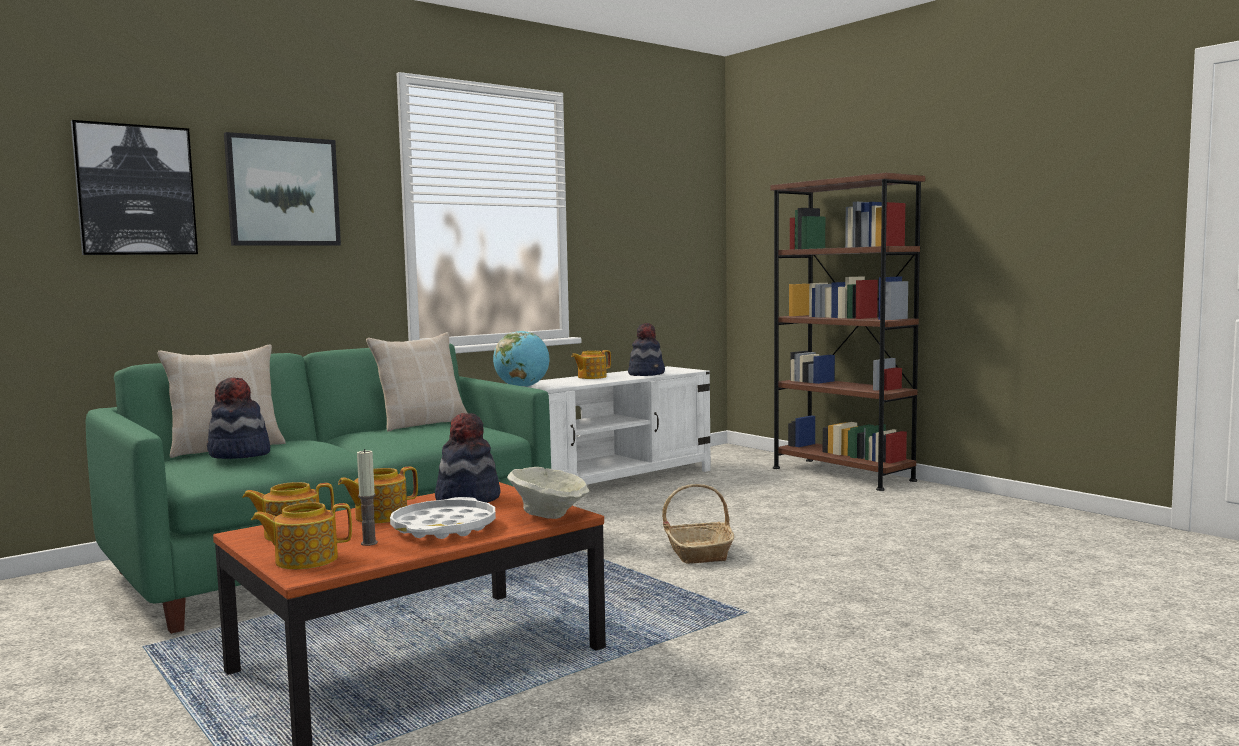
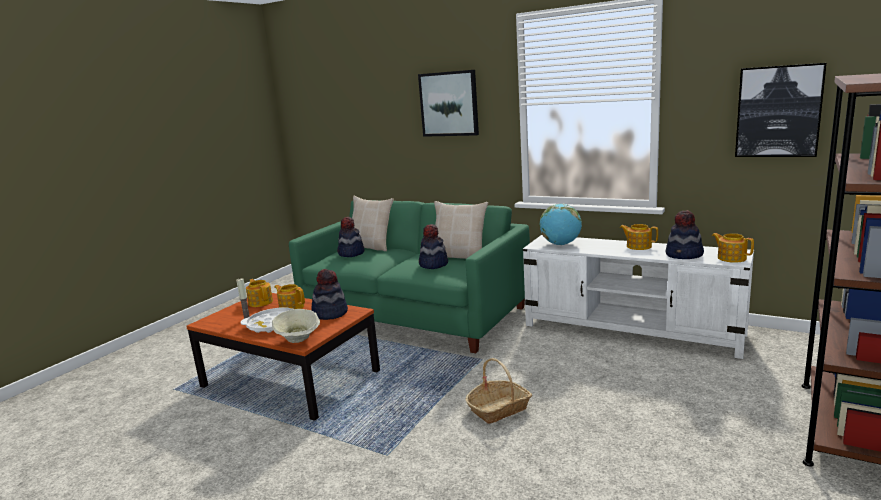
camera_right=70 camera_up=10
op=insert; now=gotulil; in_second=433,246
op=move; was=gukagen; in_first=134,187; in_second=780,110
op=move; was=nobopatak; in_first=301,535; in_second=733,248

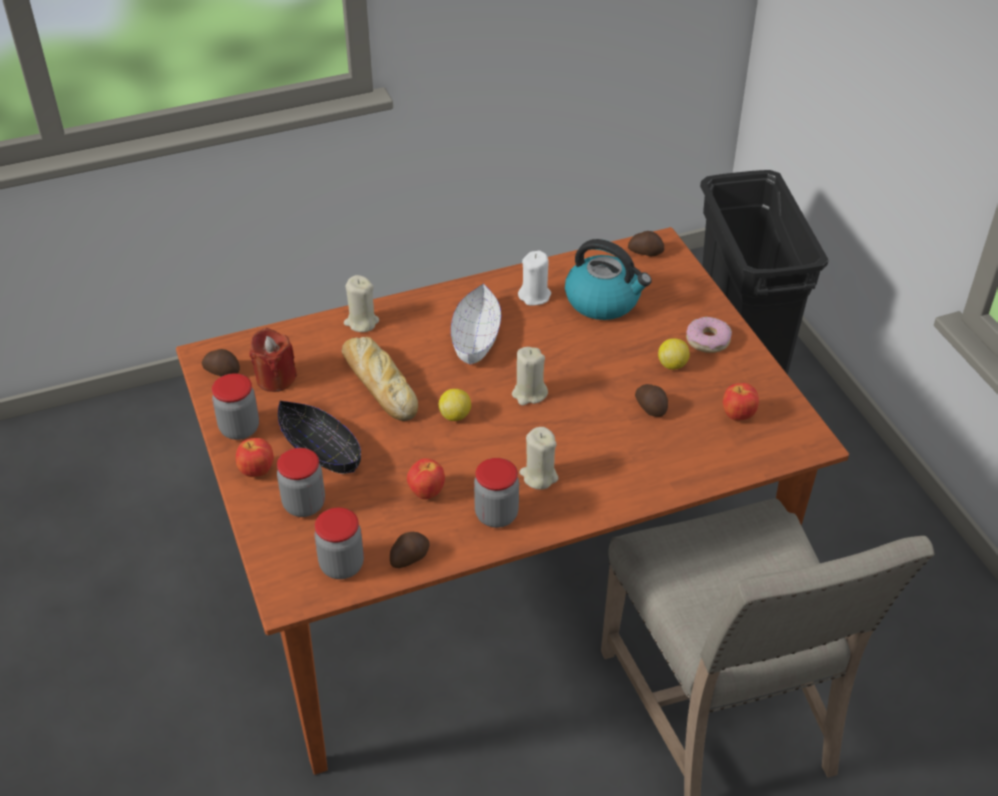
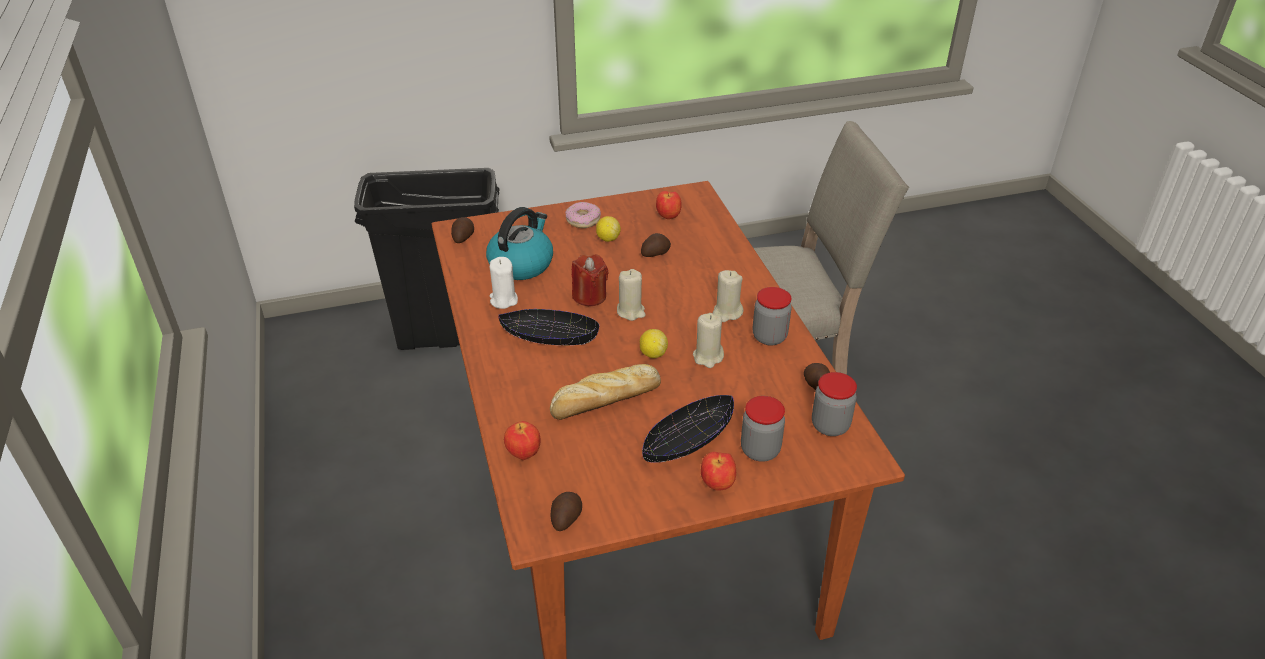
camera_right=-85 camera_up=-5
op=delete; was=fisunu; in_first=235,406
op=move; was=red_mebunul; in_first=273,360; in_second=590,280
op=move; was=beige_mebunul; in_first=361,303; in_second=708,340
op=move; was=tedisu; in_first=426,478; in_second=522,440
op=recolor; was=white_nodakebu; now=black_nodakebu; in_first=476,324; in_second=548,327

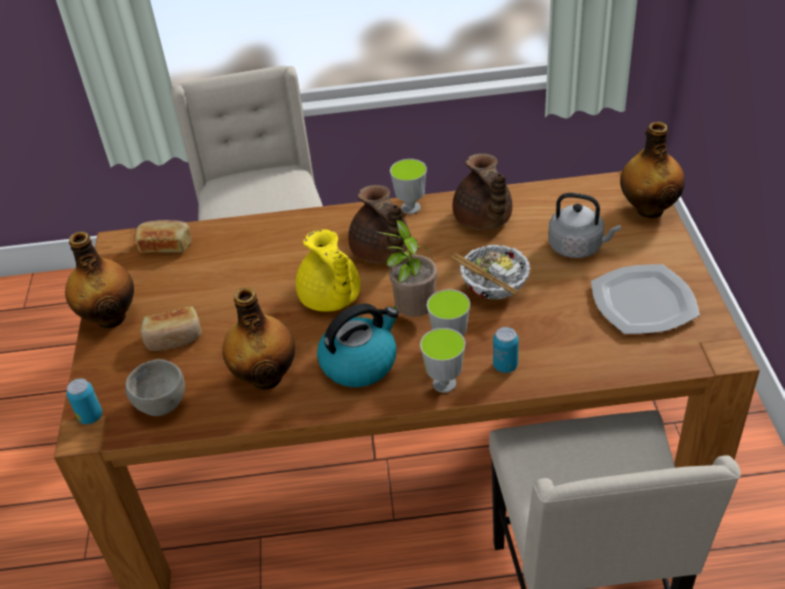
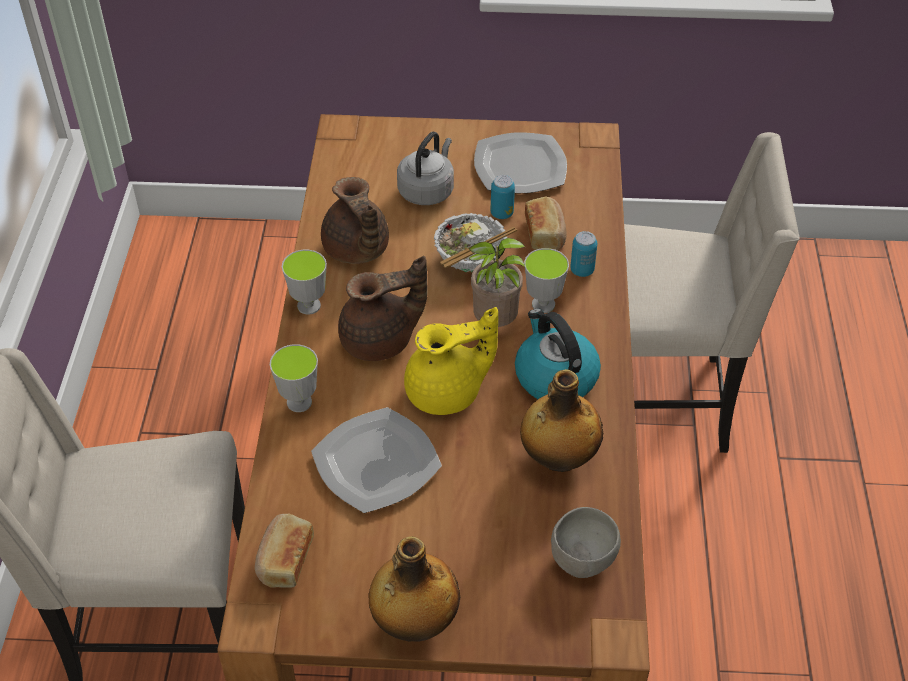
camera_right=-85 camera_up=5
op=delete; was=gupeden; in_first=652,170
op=insert; now=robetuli; in_second=376,460
op=move; was=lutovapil; in_first=84,401; in_second=503,197
op=move; was=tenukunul; in_first=171,328; in_second=545,223
op=move; was=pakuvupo; in_first=442,360; in_second=294,378
op=rotate; was=brown_nobopatak; in_first=483,191; in_second=355,220; clockwise=75

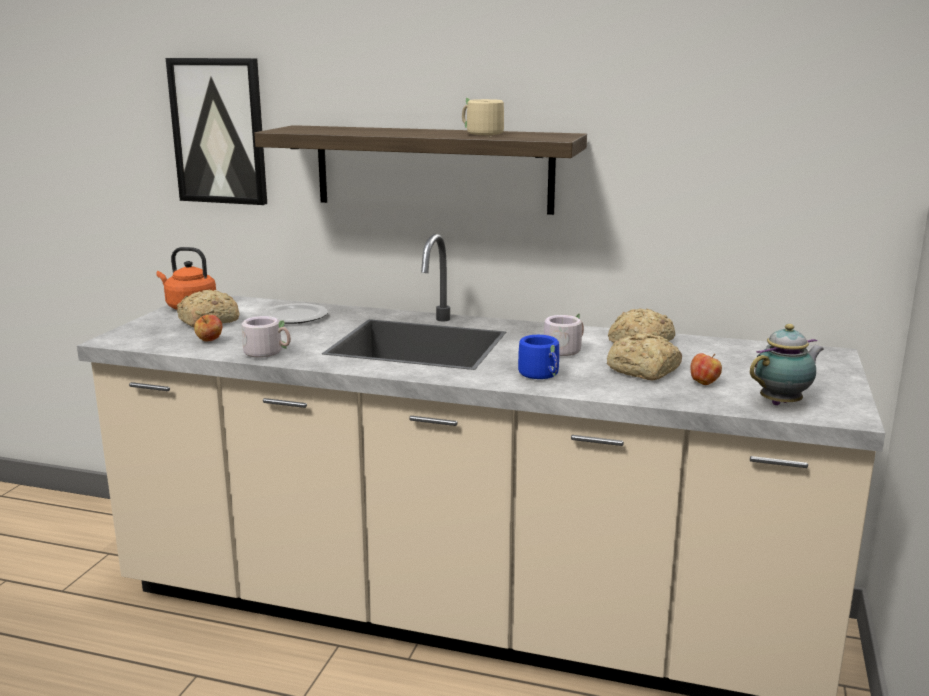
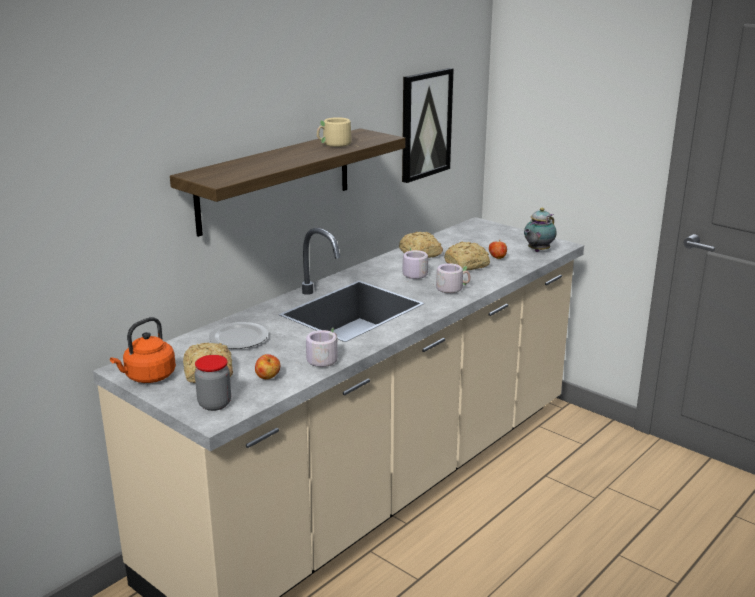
camera_right=-65 camera_up=5
op=insert; now=fisunu; in_second=213,383
op=move; was=gukagen; in_first=216,131; in_second=428,125
op=recolor; was=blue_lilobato; now=grey_lilobato; in_first=538,357; in_second=453,278
op=rotate; was=nobopatak; in_first=787,364; in_second=540,230; clockwise=-135

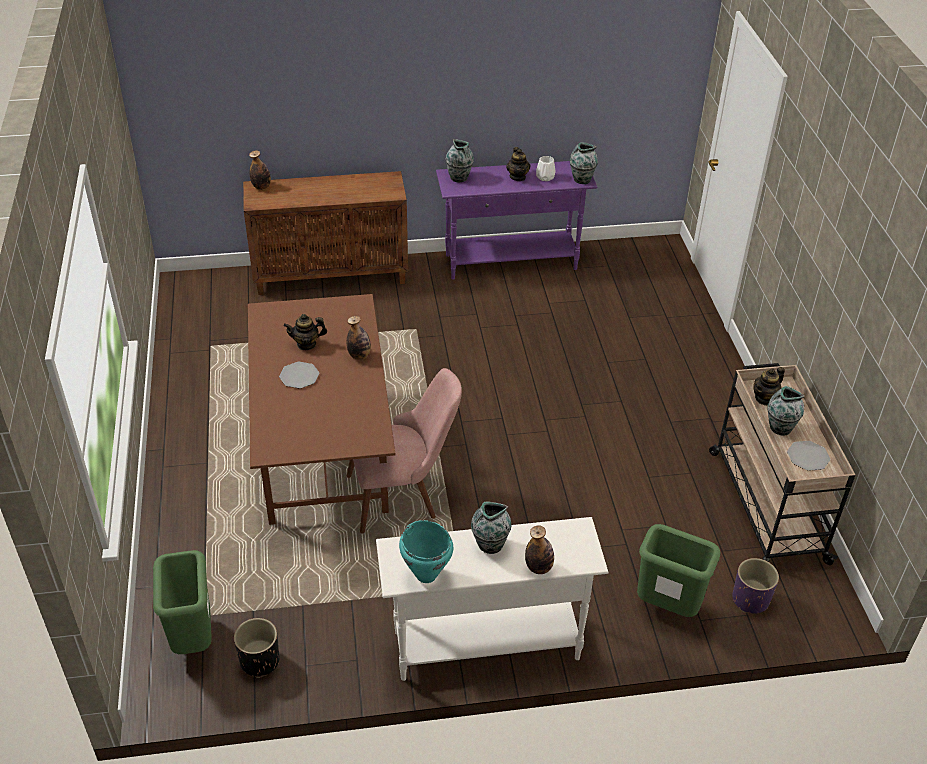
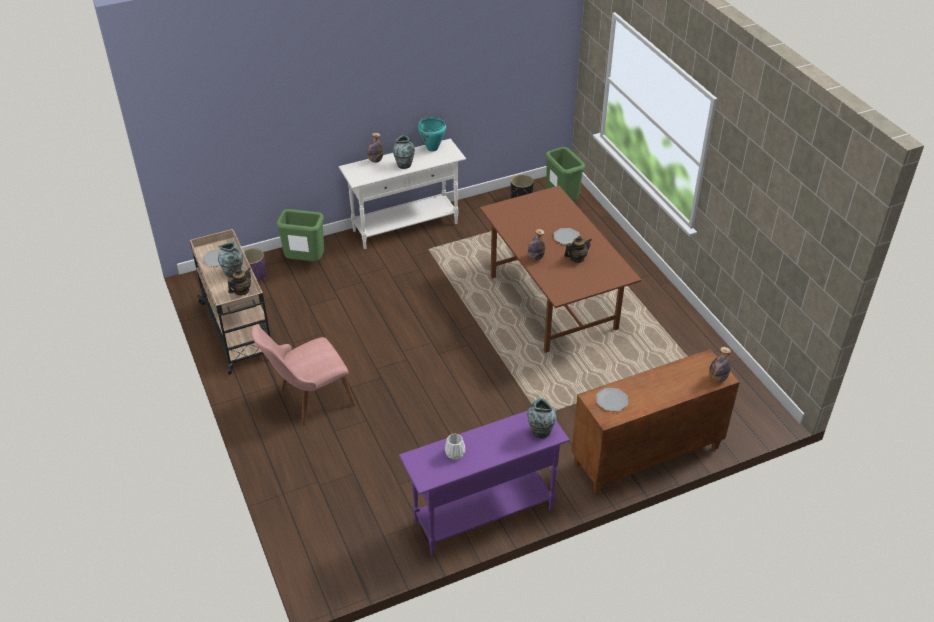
camera_right=165 camera_up=0
op=delete; was=nobopatak; in_first=518,164
op=delete; was=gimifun; in_first=584,163
op=insert; now=robetuli; in_second=612,399
op=move; was=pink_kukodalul; in_first=404,450; in_second=303,375

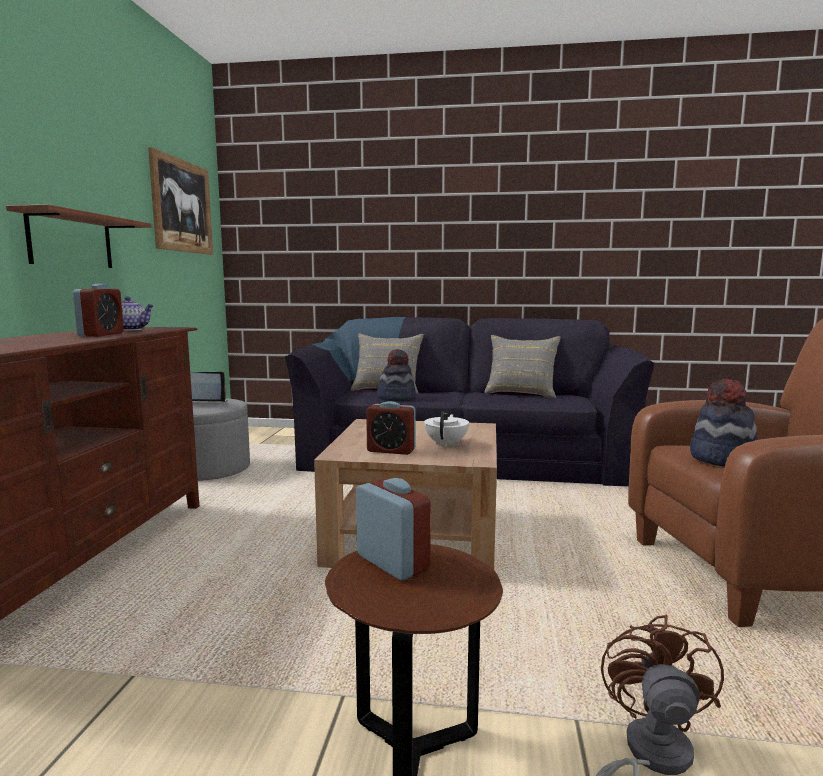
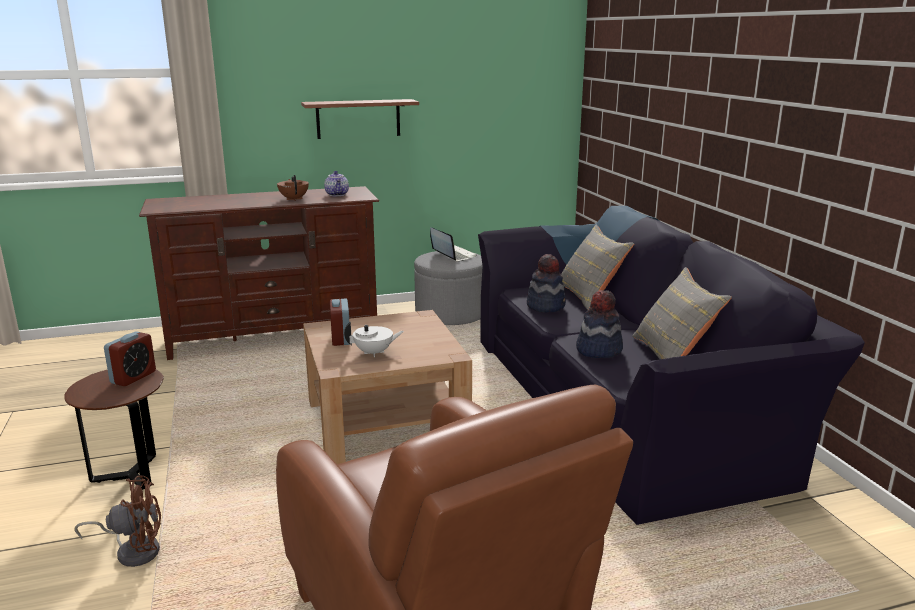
camera_right=65 camera_up=10
op=delete; was=gukagen; in_first=180,201
op=move; was=gotulil; in_first=724,423; in_second=599,324
op=replace; was=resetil; now=brown_nobopatak; in_first=98,310; in_second=293,188

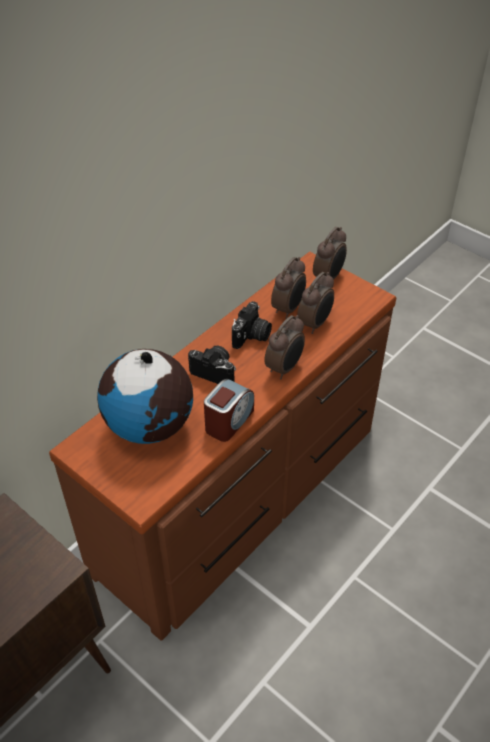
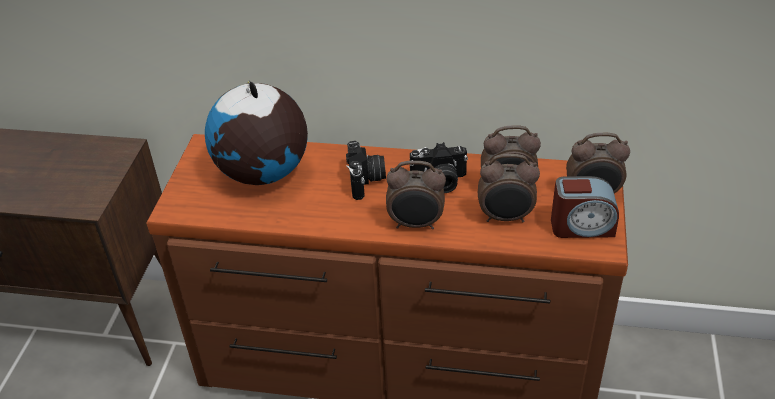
camera_right=60 camera_up=-5
op=move; was=resetil; in_first=229,410; in_second=585,207

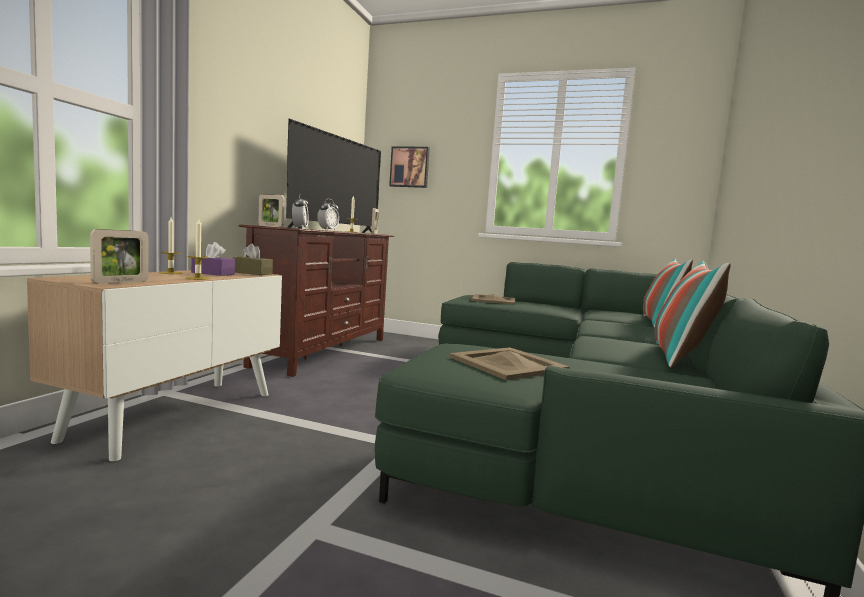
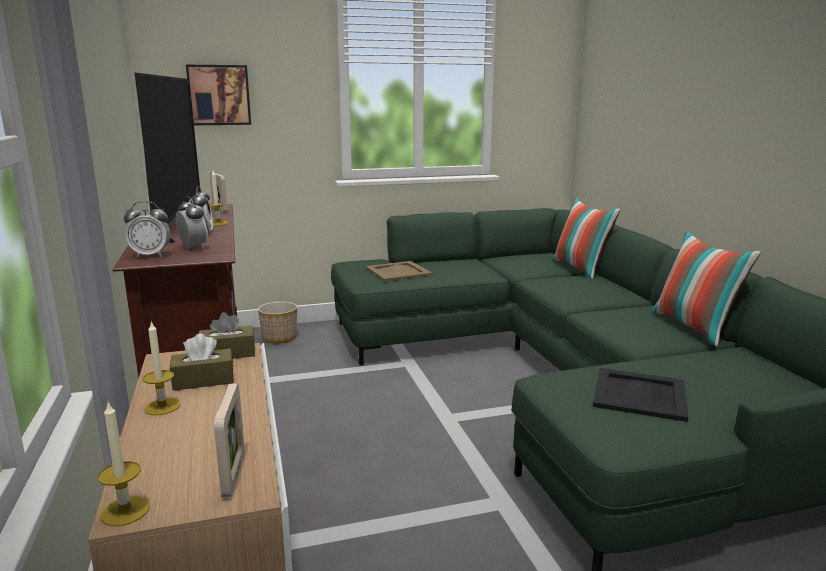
camera_right=-35 camera_up=10
op=insert; now=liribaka; in_second=277,322
op=move; was=mebunul; in_first=198,249; in_second=124,464
op=replace; was=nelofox; now=resetil; in_first=271,210; in_second=147,229
op=recolor; was=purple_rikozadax; now=brown_rikozadax; in_first=213,259; in_second=202,362
op=recolor; was=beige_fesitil; now=black_fesitil; in_first=510,363; in_second=641,395

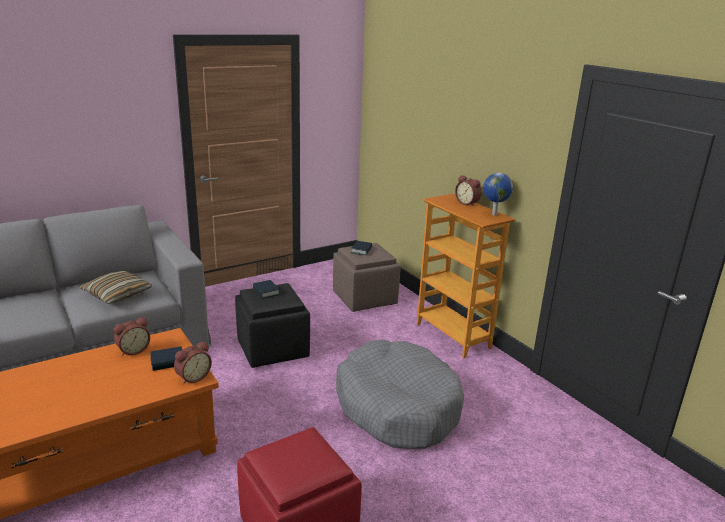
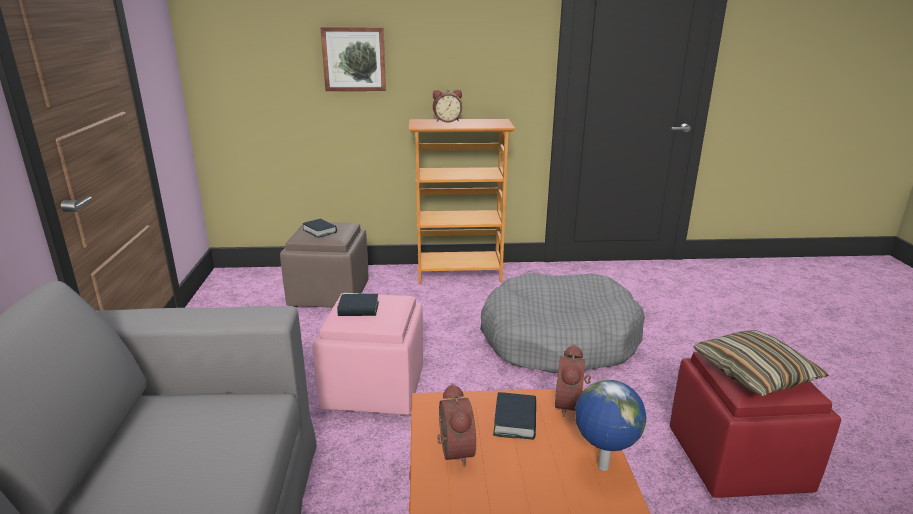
camera_right=-60 camera_up=0
op=insert; now=gukagen; in_second=353,59
op=move; was=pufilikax; in_first=115,287; in_second=761,363
op=move; was=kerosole; in_first=498,194; in_second=610,425
op=recolor; was=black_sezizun; now=pink_sezizun; in_first=272,325; in_second=368,354
op=rotate; was=resetil; in_first=193,363; in_second=573,380; clockwise=-150

